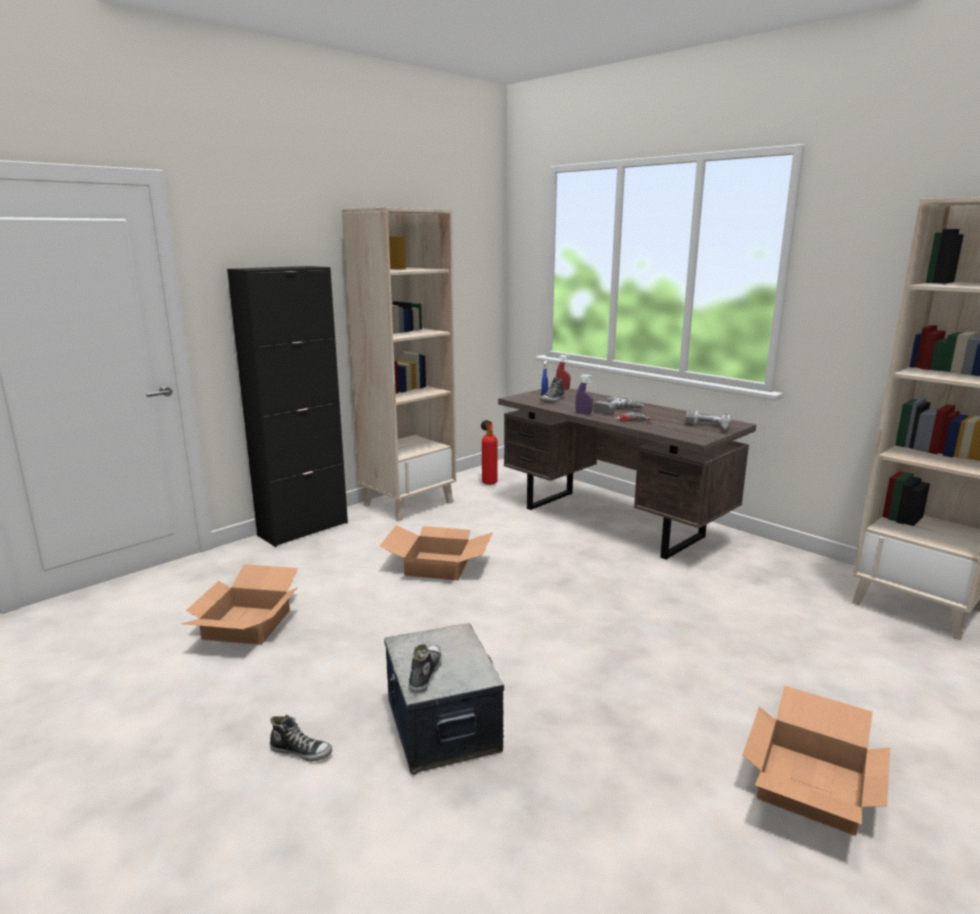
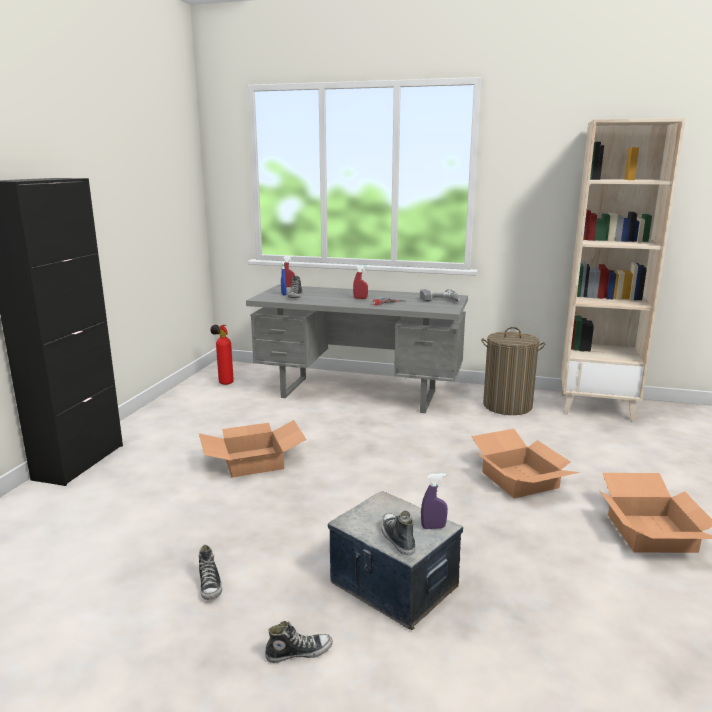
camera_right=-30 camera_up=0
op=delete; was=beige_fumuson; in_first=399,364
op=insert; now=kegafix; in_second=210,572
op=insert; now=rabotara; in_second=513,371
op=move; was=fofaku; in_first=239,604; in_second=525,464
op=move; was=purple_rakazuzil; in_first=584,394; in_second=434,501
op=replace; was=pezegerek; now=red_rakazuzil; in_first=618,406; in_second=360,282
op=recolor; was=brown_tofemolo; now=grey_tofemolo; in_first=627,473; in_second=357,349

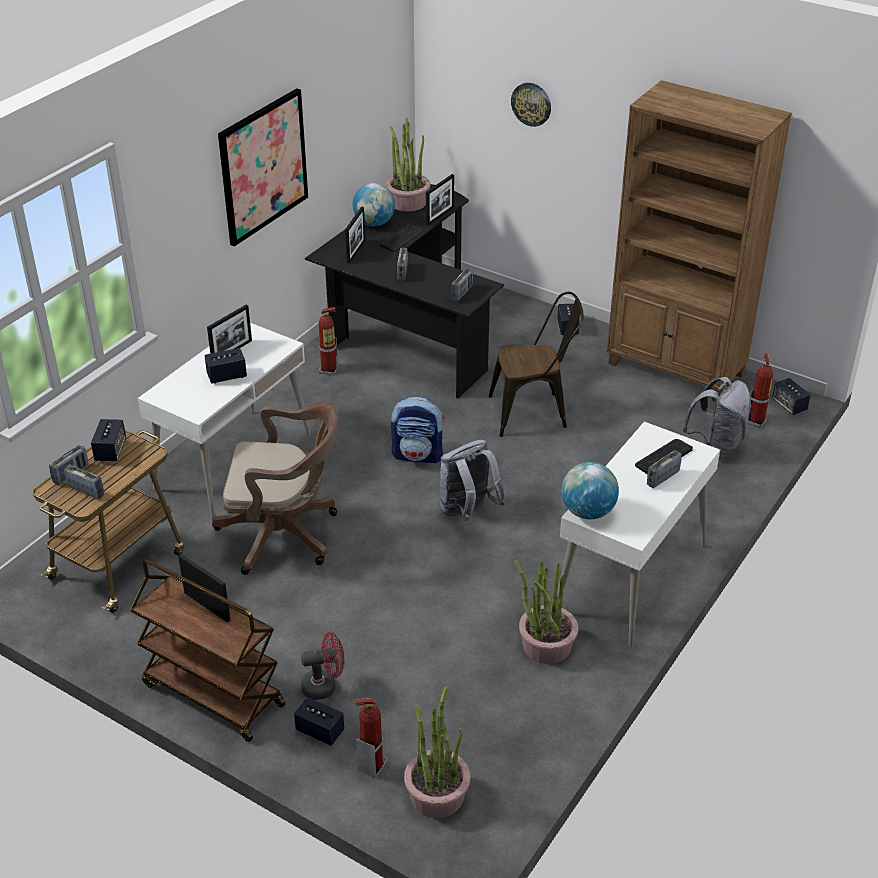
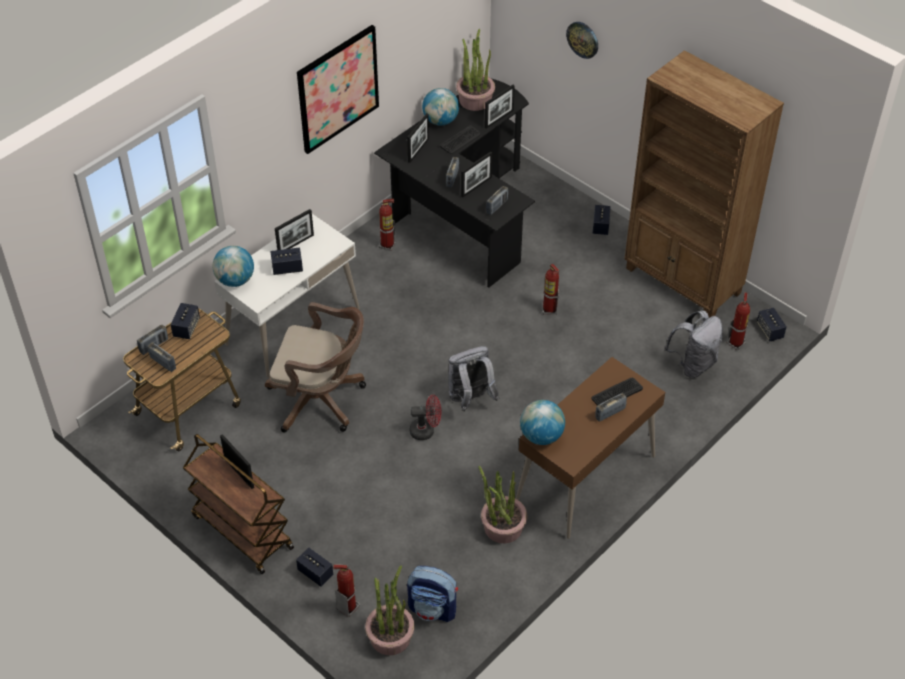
camera_right=10 camera_up=10
op=insert; now=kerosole; in_second=233,266
op=insert; now=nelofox; in_second=476,174
op=move; was=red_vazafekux; in_first=322,666; in_second=425,417
op=move; was=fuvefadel; in_first=418,430; in_second=432,594
op=replace; was=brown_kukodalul; now=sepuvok; in_first=536,364; in_second=551,289
op=recolor; was=white_tofemolo; now=brown_tofemolo; in_first=638,534; in_second=590,448

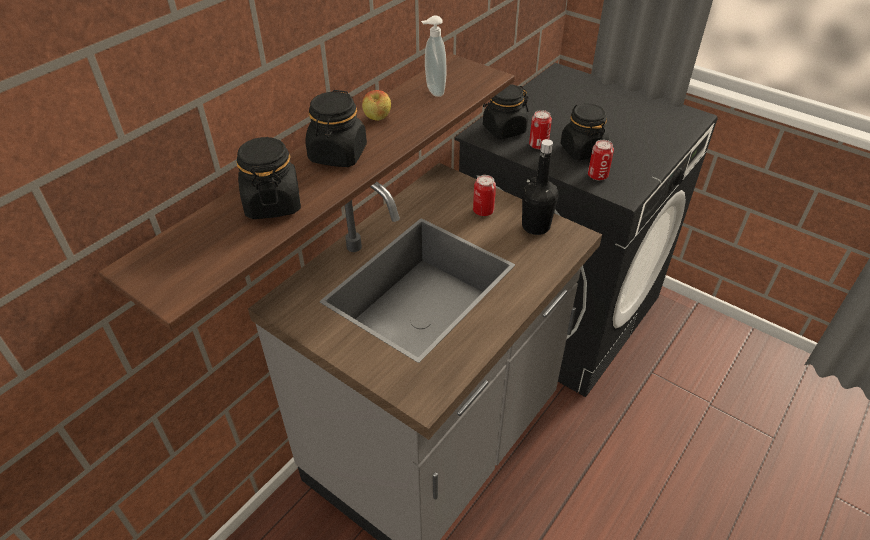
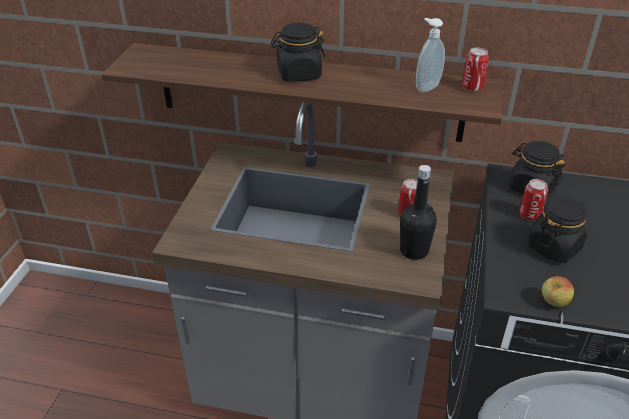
camera_right=65 camera_up=-5
op=delete; was=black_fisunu; in_first=269,178
op=move; was=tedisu; in_first=376,105; in_second=558,291
op=move; was=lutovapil; in_first=601,160; in_second=475,69

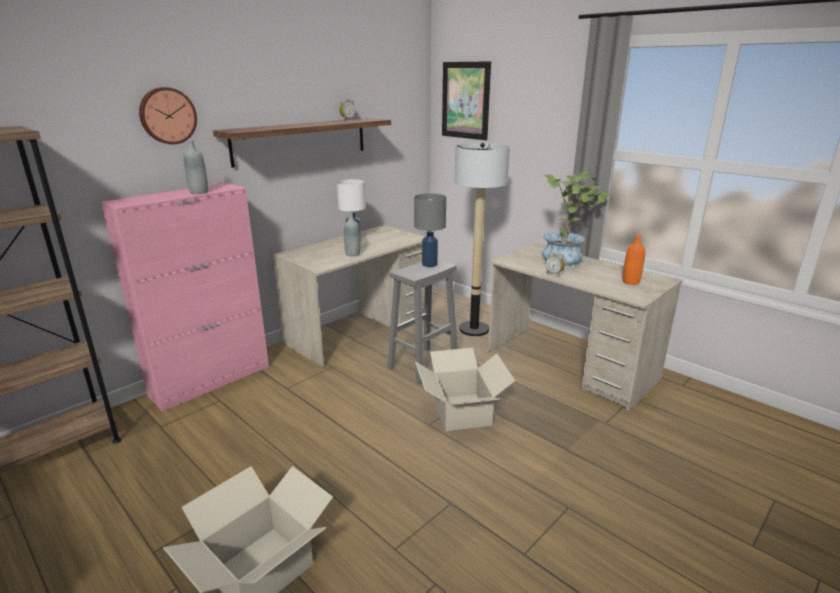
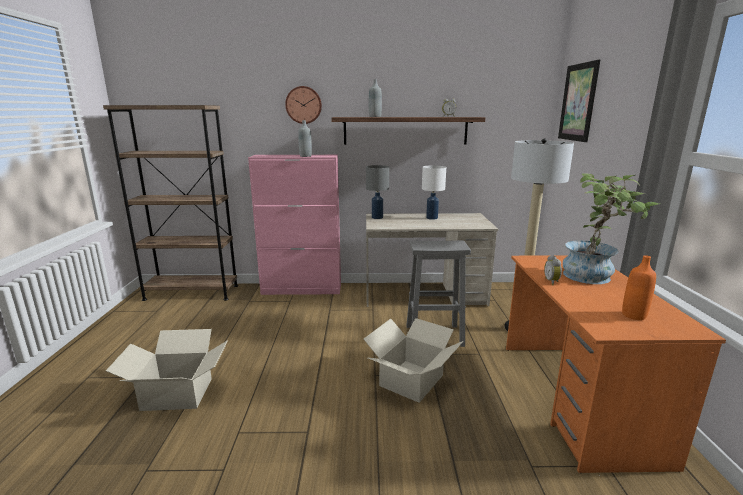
camera_right=45 camera_up=-5
op=move; was=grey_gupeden; in_first=352,234; in_second=375,98
op=move; was=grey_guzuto; in_first=430,230; in_second=377,192
op=recolor; was=beige_tofemolo; now=orange_tofemolo; in_first=585,327; in_second=616,364

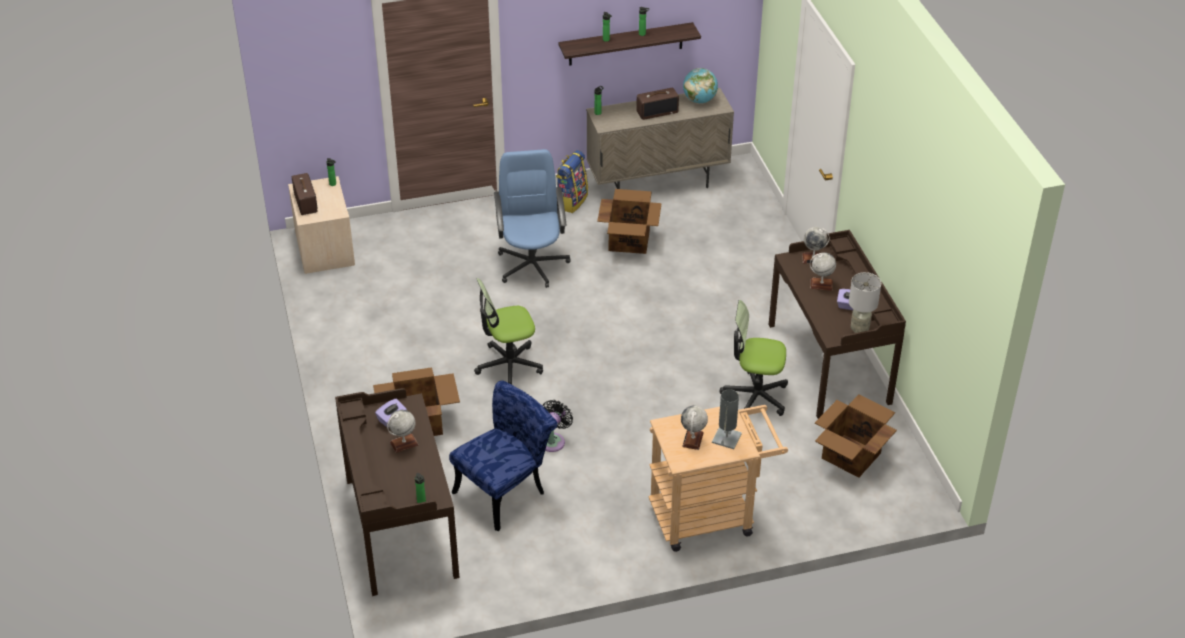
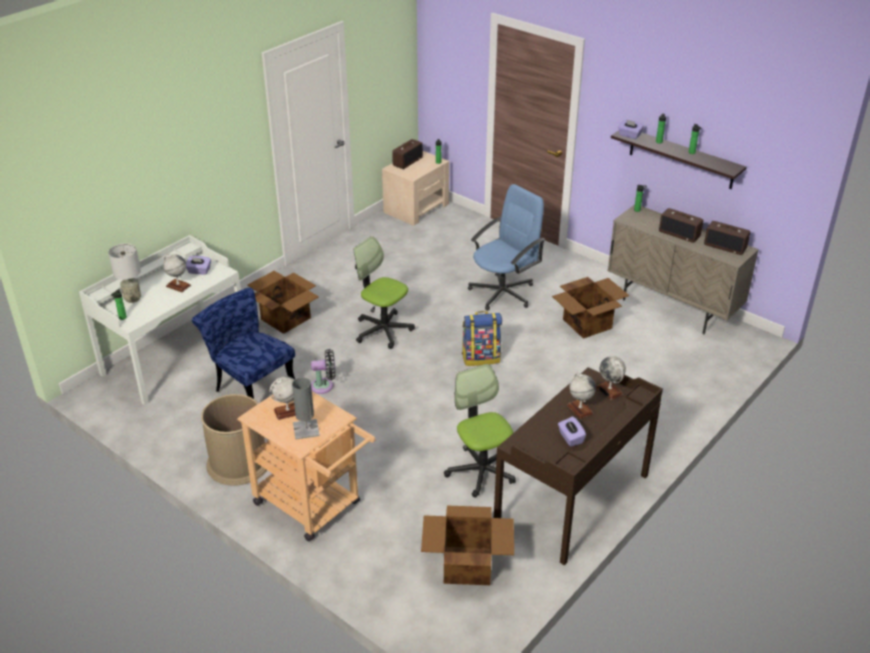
camera_right=55 camera_up=-5
op=insert; now=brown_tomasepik; in_second=235,440
op=insert; now=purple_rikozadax; in_second=631,129
op=move; was=fuvefadel; in_first=572,181; in_second=482,338
op=move; was=grey_guzuto; in_first=865,302; in_second=124,273
op=replace; was=kerosole; now=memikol; in_first=700,85; in_second=727,238
op=recolor; was=brown_tofemolo; now=white_tofemolo; in_first=397,492; in_second=160,320
op=rotate; was=blue_kukodalul; in_first=503,456; in_second=243,343; clockwise=-150

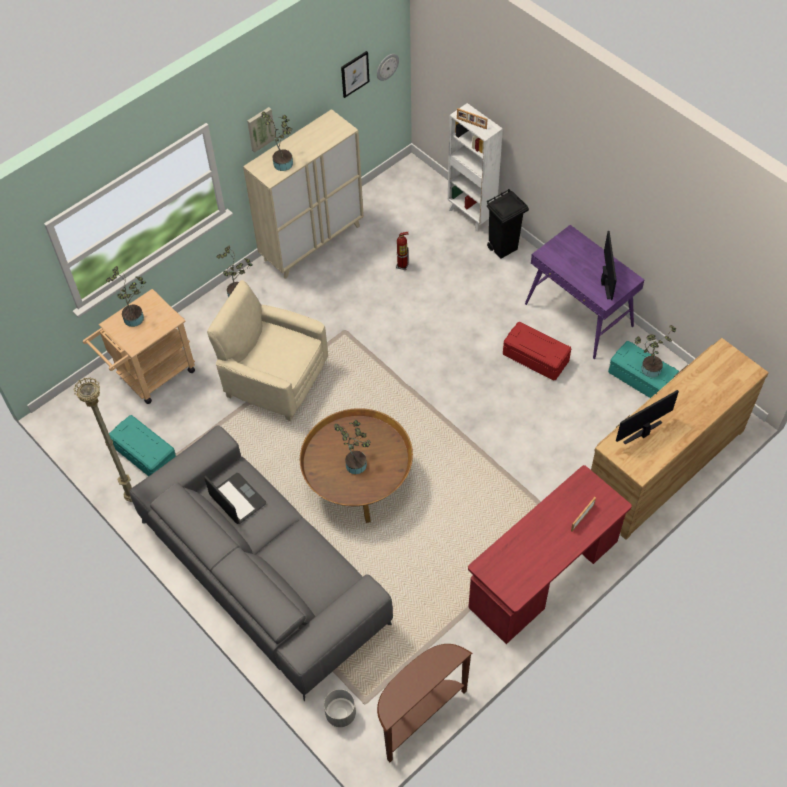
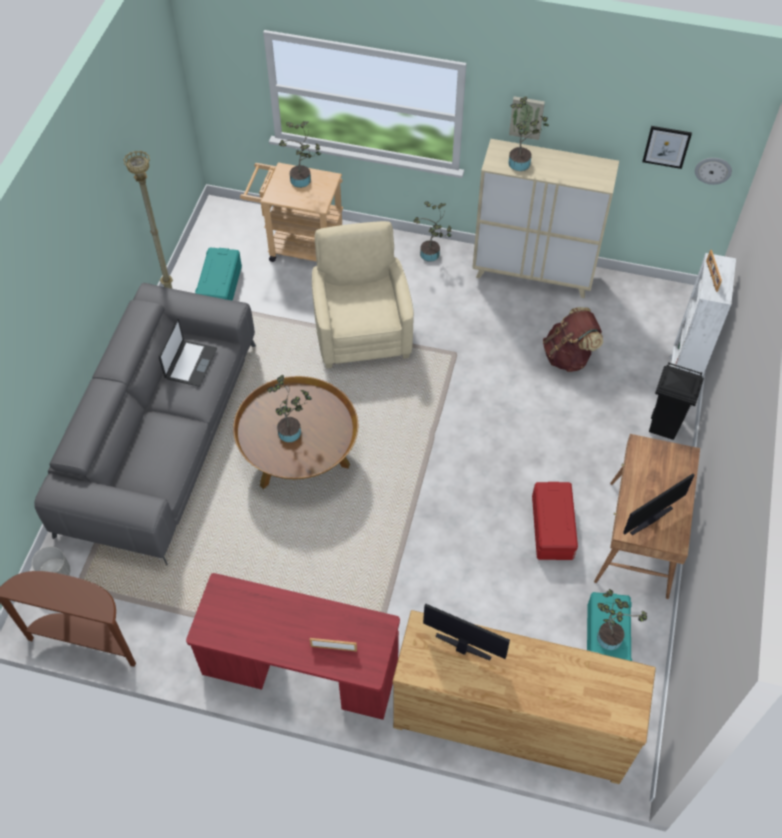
camera_right=55 camera_up=0
op=replace; was=sepuvok; now=brown_fuvefadel; in_first=402,251; in_second=573,339
op=recolor; was=purple_tofemolo; now=brown_tofemolo; in_first=584,292; in_second=647,516

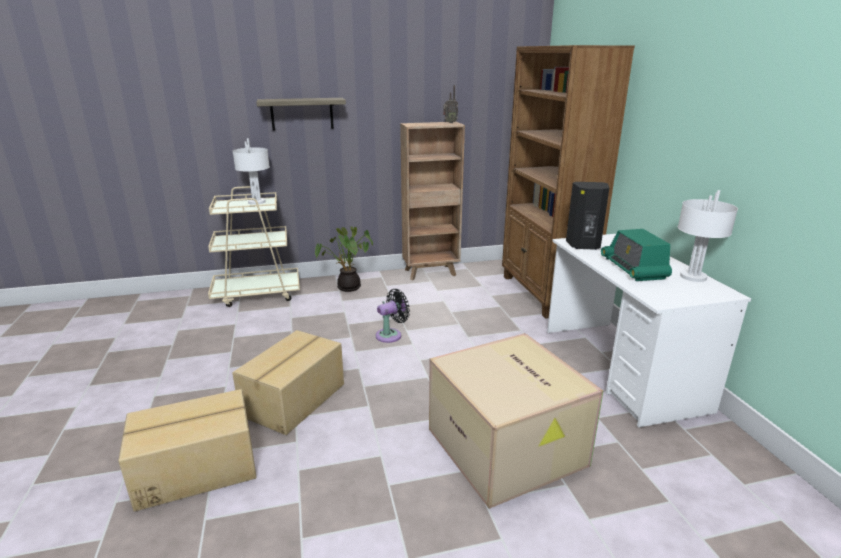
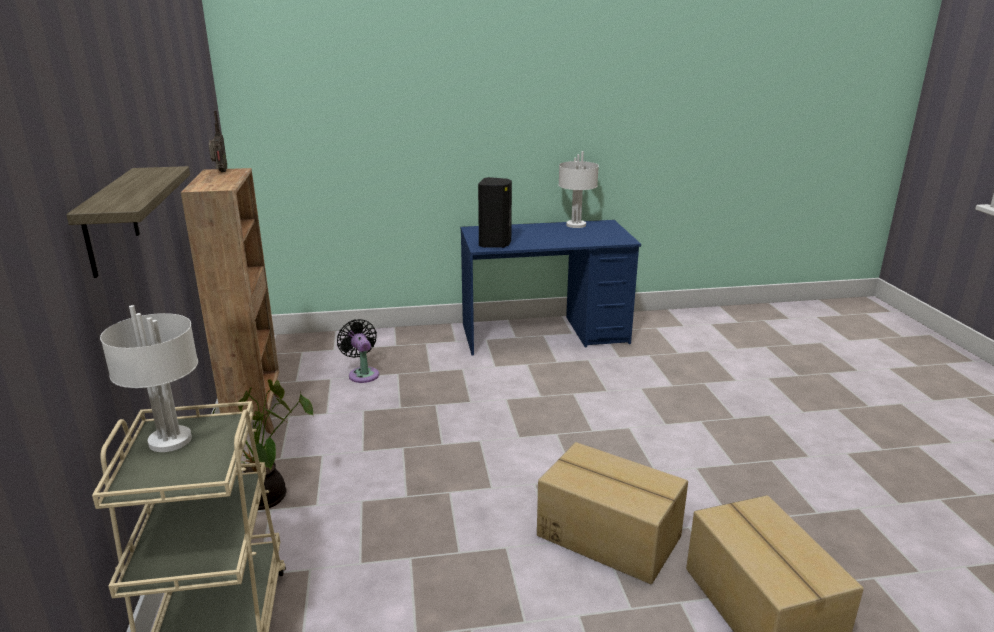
camera_right=-85 camera_up=0
op=delete; was=fofaku; in_first=516,421
op=delete; was=brown_fumuson; in_first=568,182
op=delete; was=memikol; in_first=636,255
op=move; was=black_vazafekux; in_first=393,316; in_second=358,351
op=recolor; was=white_tofemolo; now=blue_tofemolo; in_first=649,331; in_second=551,288

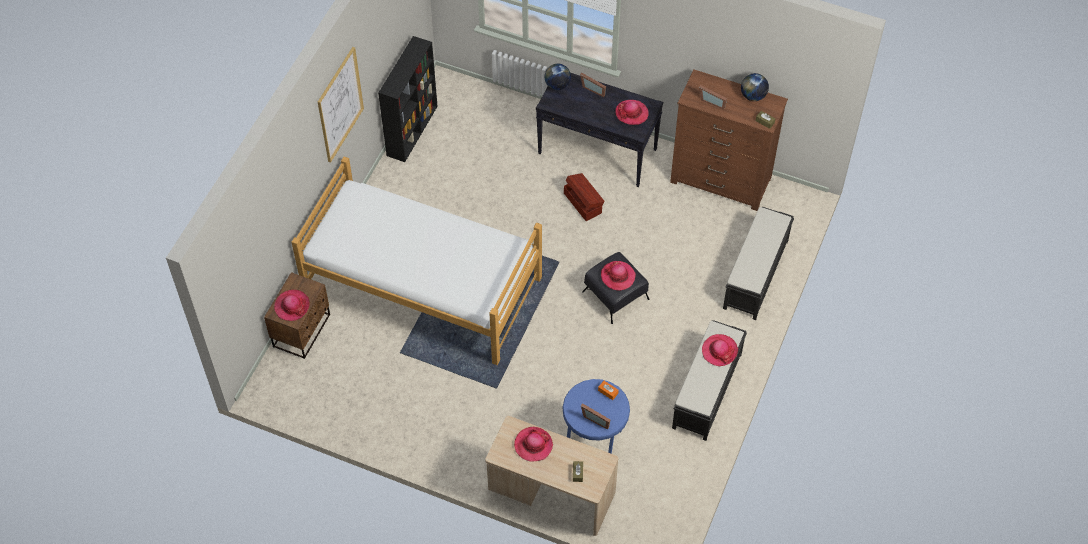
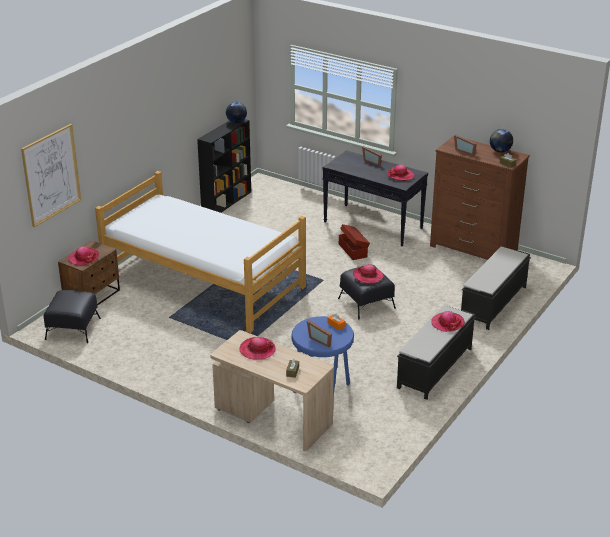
camera_right=10 camera_up=-25
op=insert; now=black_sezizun; in_second=72,316
op=move; was=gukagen; in_first=341,105; in_second=51,175
op=move; was=kerosole; in_first=558,77; in_second=236,112

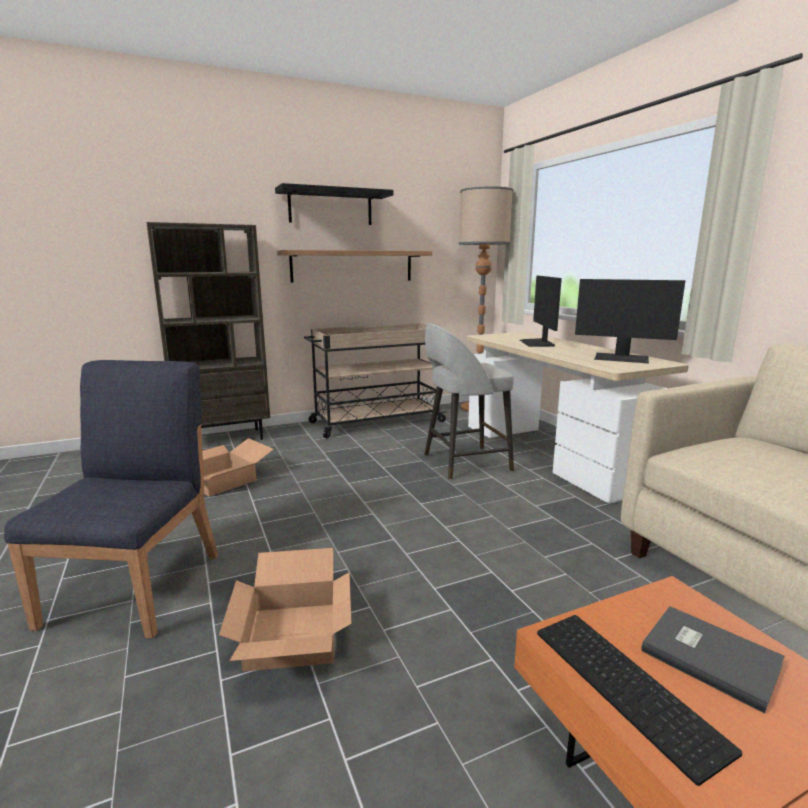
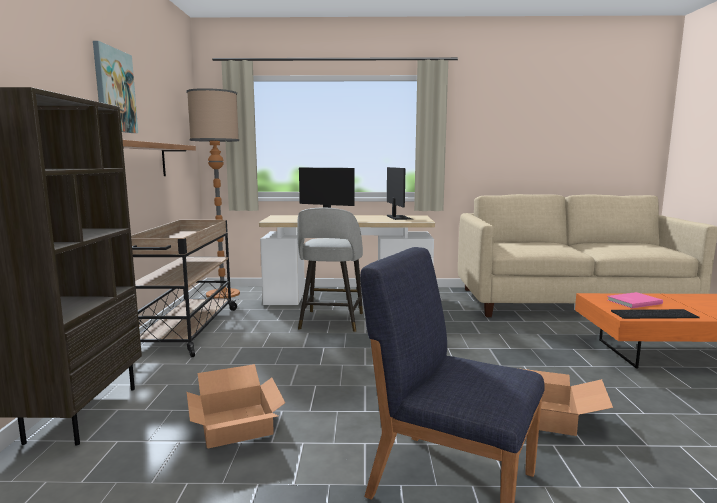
camera_right=-65 camera_up=-5
op=replace; was=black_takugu; now=gukagen; in_first=334,204; in_second=115,87
op=recolor; was=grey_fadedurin; now=pink_fadedurin; in_first=713,660; in_second=635,300
op=rotate; was=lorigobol; in_first=630,321; in_second=399,193; clockwise=-60

